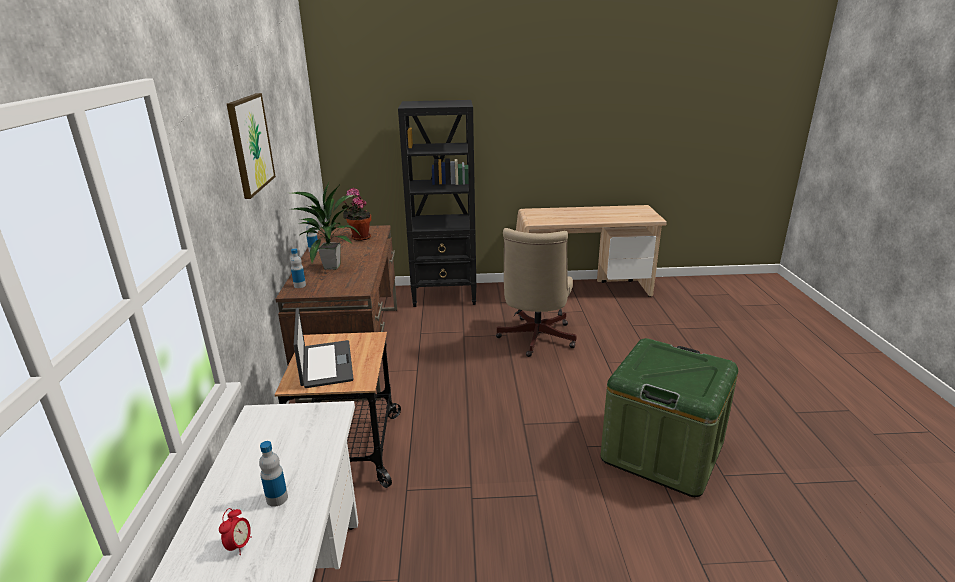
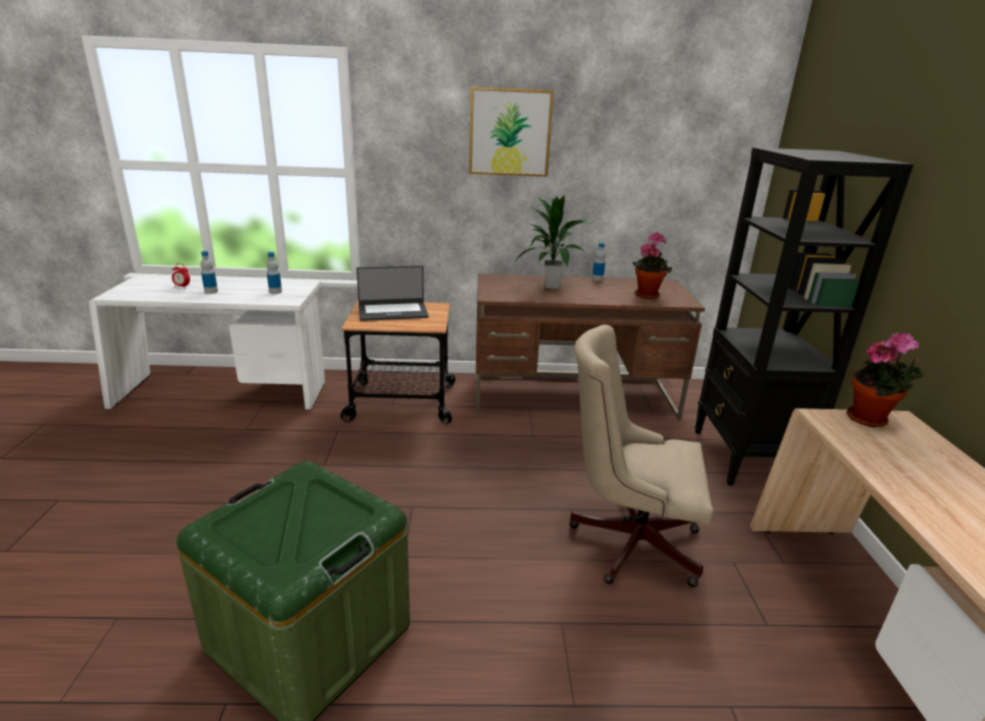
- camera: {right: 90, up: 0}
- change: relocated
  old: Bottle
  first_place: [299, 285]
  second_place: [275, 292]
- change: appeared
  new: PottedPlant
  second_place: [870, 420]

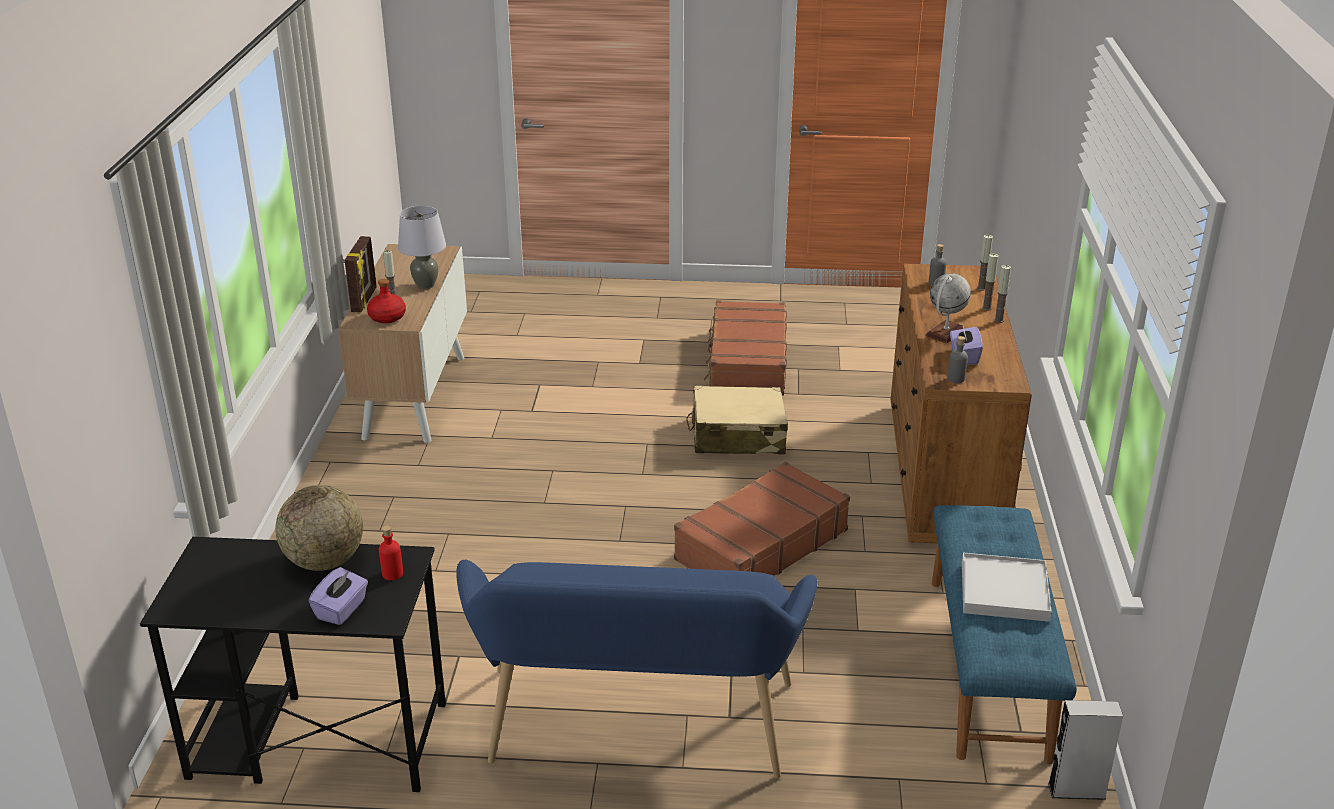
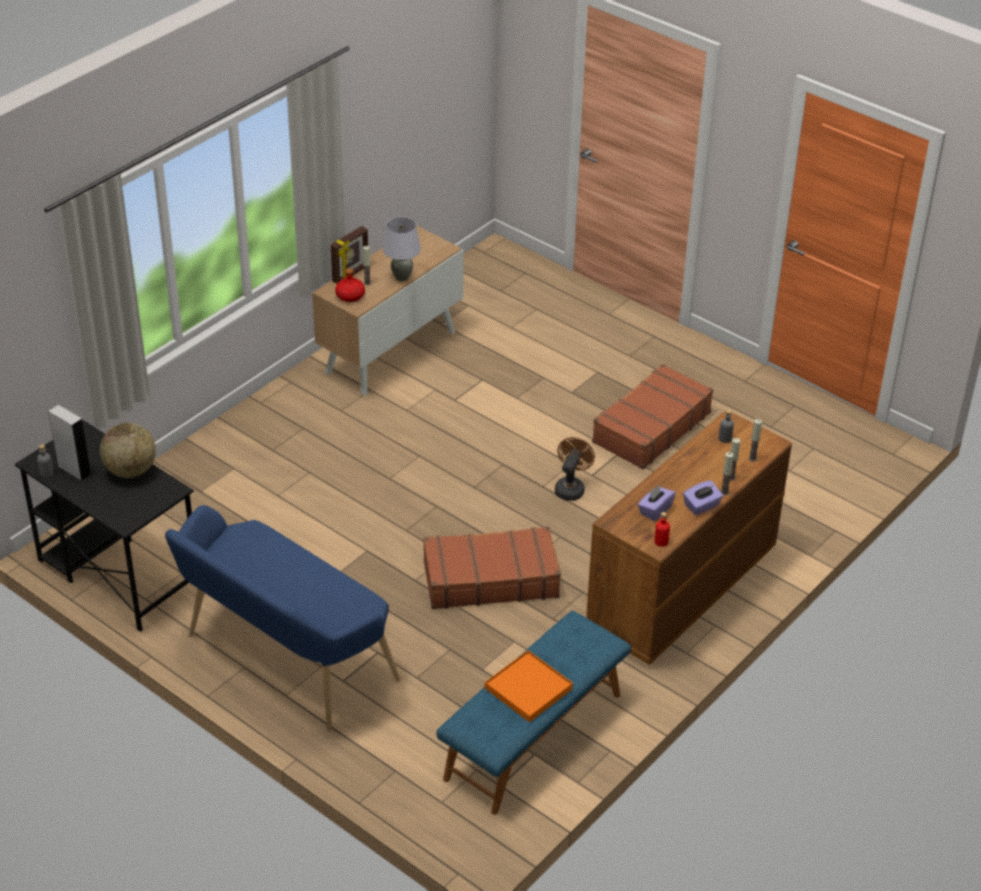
- camera: {right: 35, up: 10}
- change: missing
  old: Globe
  first_place: [945, 333]
- change: relocated
  old: GreyBottle
  first_place: [956, 379]
  second_place: [46, 473]
- change: exchanged
  old: BeigeSuitcase
  new: BrownFan
  first_place: [737, 436]
  second_place: [571, 487]
- change: relocated
  old: RedBottle
  first_place: [392, 574]
  second_place: [661, 541]
- change: colour
  old: WhiteTray
  new: OrangeTray
  first_place: [1004, 591]
  second_place: [528, 689]
- change: relocated
  old: PurpleTissueBox
  first_place: [341, 610]
  second_place: [701, 506]
- change: relocated
  old: GreySpeaker
  first_place: [1076, 790]
  second_place: [74, 470]

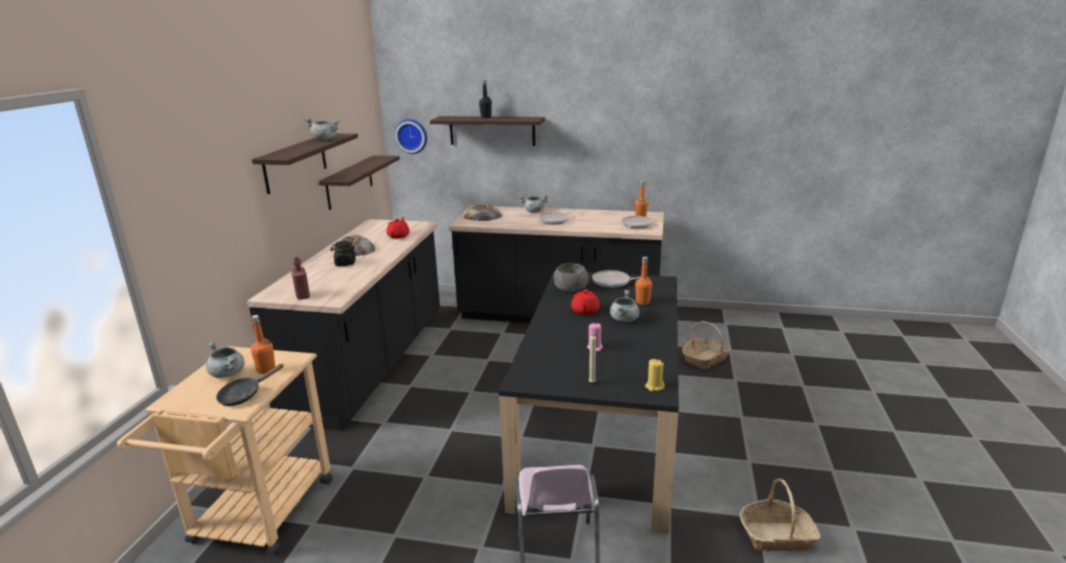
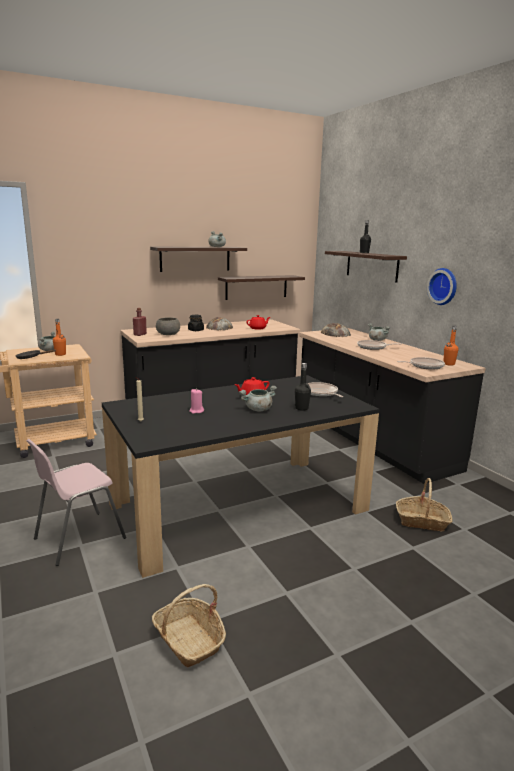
- camera: {right: 50, up: -5}
- change: relocated
  old: WallClock
  first_place: [412, 136]
  second_place: [444, 286]
- change: colour
  old: OrangeBottle
  new: BlackBottle
  first_place: [642, 302]
  second_place: [301, 408]
- change: relocated
  old: GreyBowl
  first_place: [570, 289]
  second_place: [168, 334]
- change: missing
  old: YellowCandle
  first_place: [654, 386]

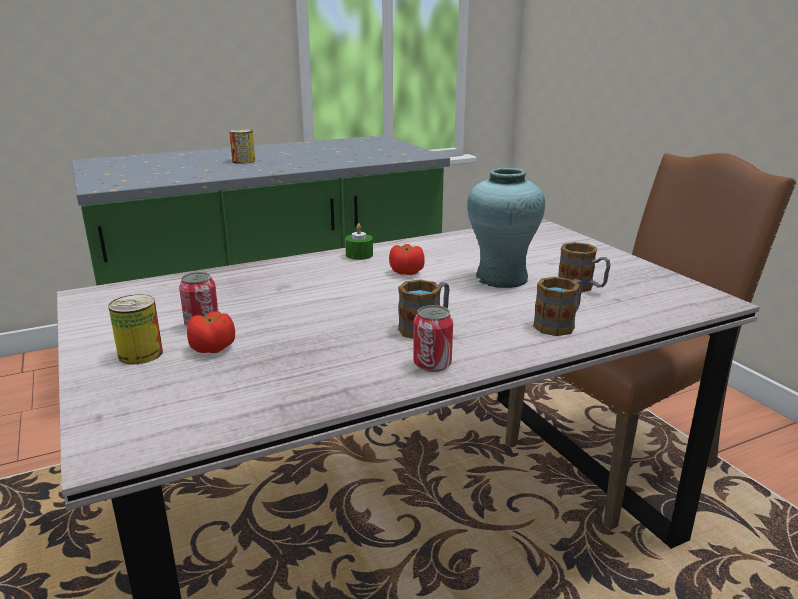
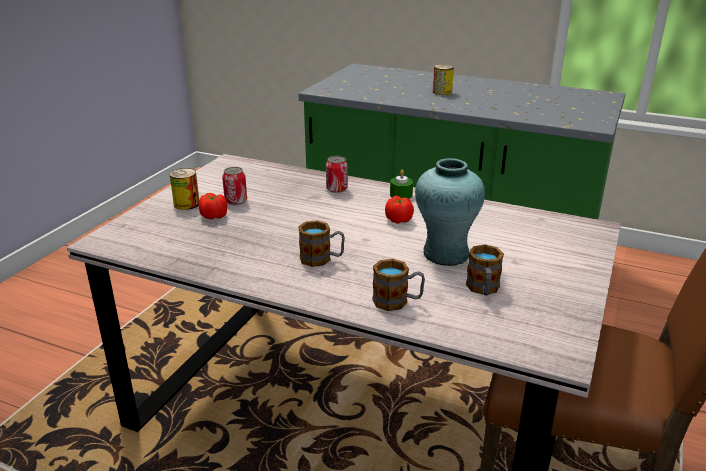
- camera: {right: 50, up: 5}
- change: relocated
  old: Can
  first_place: [432, 364]
  second_place: [337, 189]

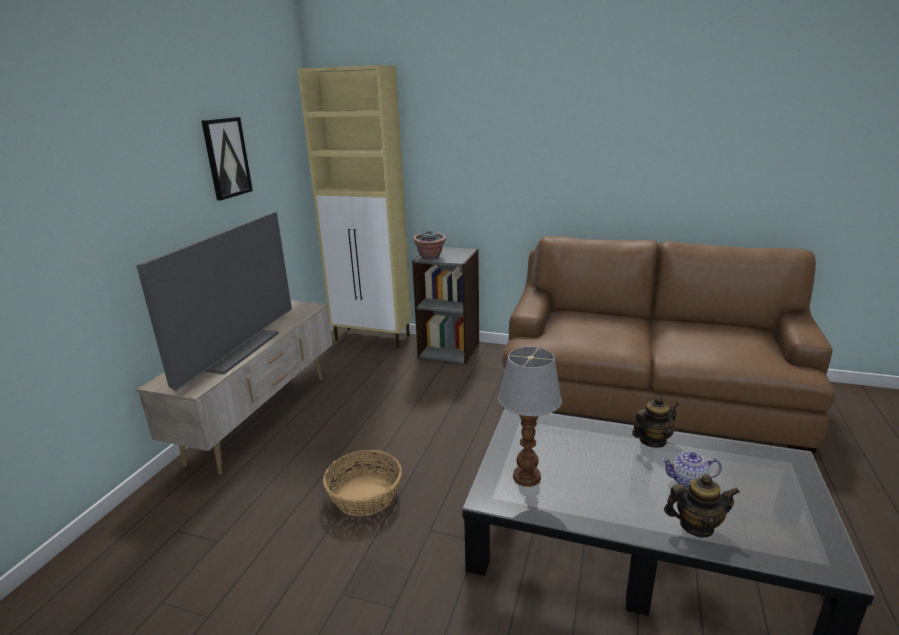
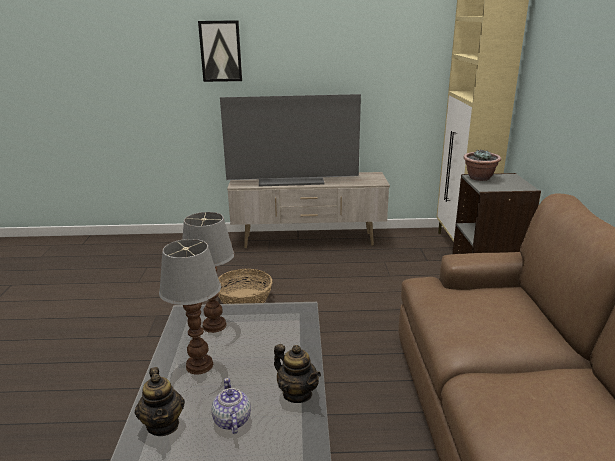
- camera: {right: 70, up: 0}
- change: relocated
  old: Picture
  first_place: [226, 158]
  second_place: [220, 51]
- change: appeared
  new: TableLamp
  second_place: [199, 366]

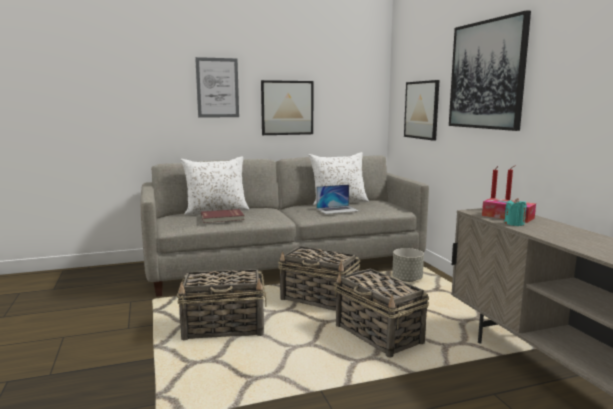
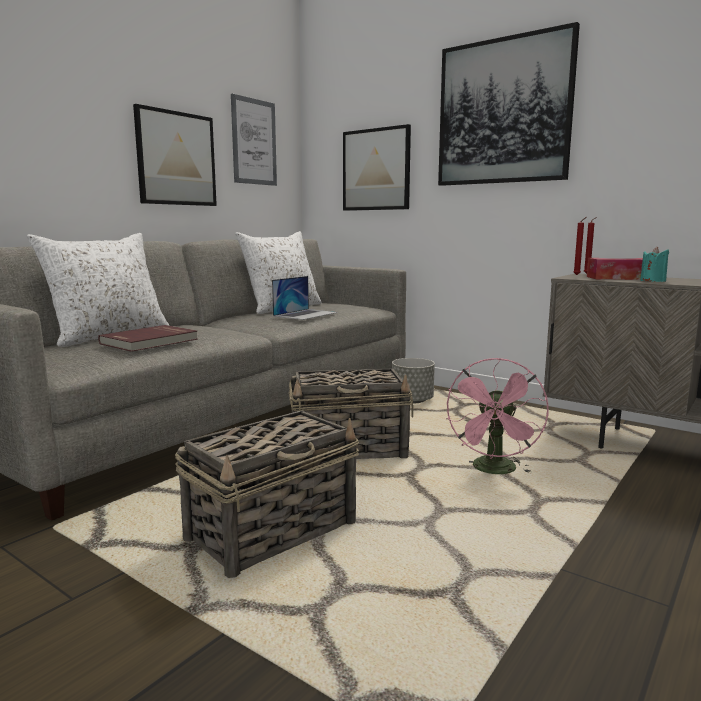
- camera: {right: -35, up: 0}
- change: relocated
  old: Picture
  first_place: [217, 88]
  second_place: [254, 142]
- change: exchanged
  old: Basket
  new: PinkFan
  first_place: [379, 335]
  second_place: [495, 471]

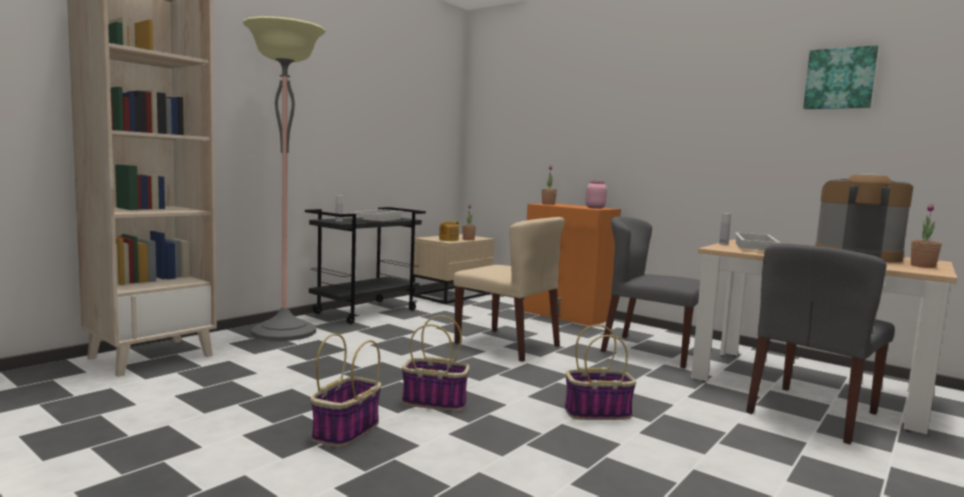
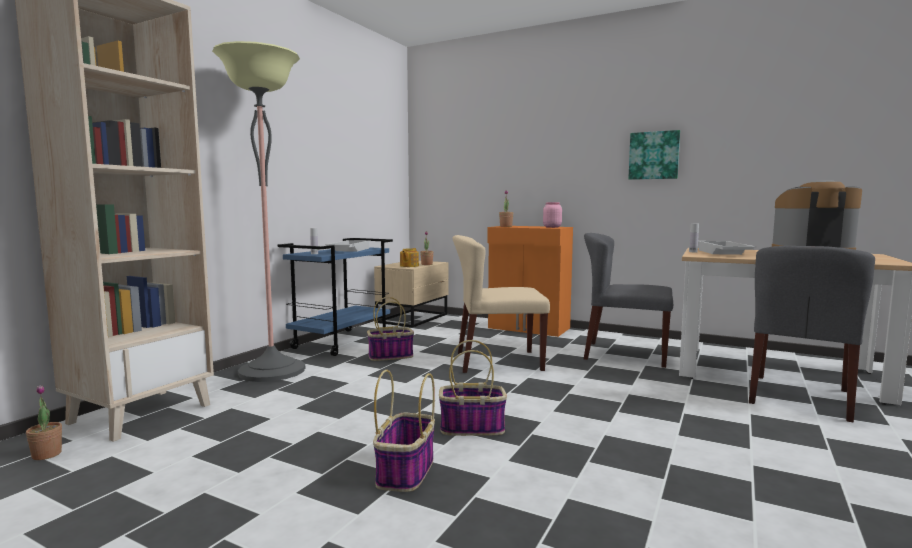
- camera: {right: -10, up: 0}
- change: relocated
  old: Picture
  first_place: [840, 78]
  second_place: [654, 155]
- change: relocated
  old: PottedPlant
  first_place: [923, 266]
  second_place: [47, 455]
- change: colour
  old: BlackCart
  new: BlueCart
  first_place: [366, 311]
  second_place: [342, 342]
- change: spun
  old: BeigeChair
  first_place: [508, 344]
  second_place: [498, 361]
  degrees: 150
- change: relocated
  old: Basket
  first_place: [598, 412]
  second_place: [391, 356]

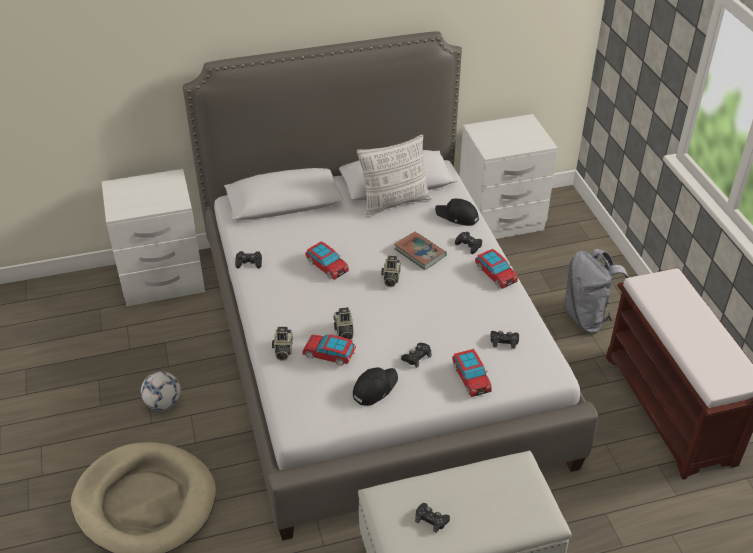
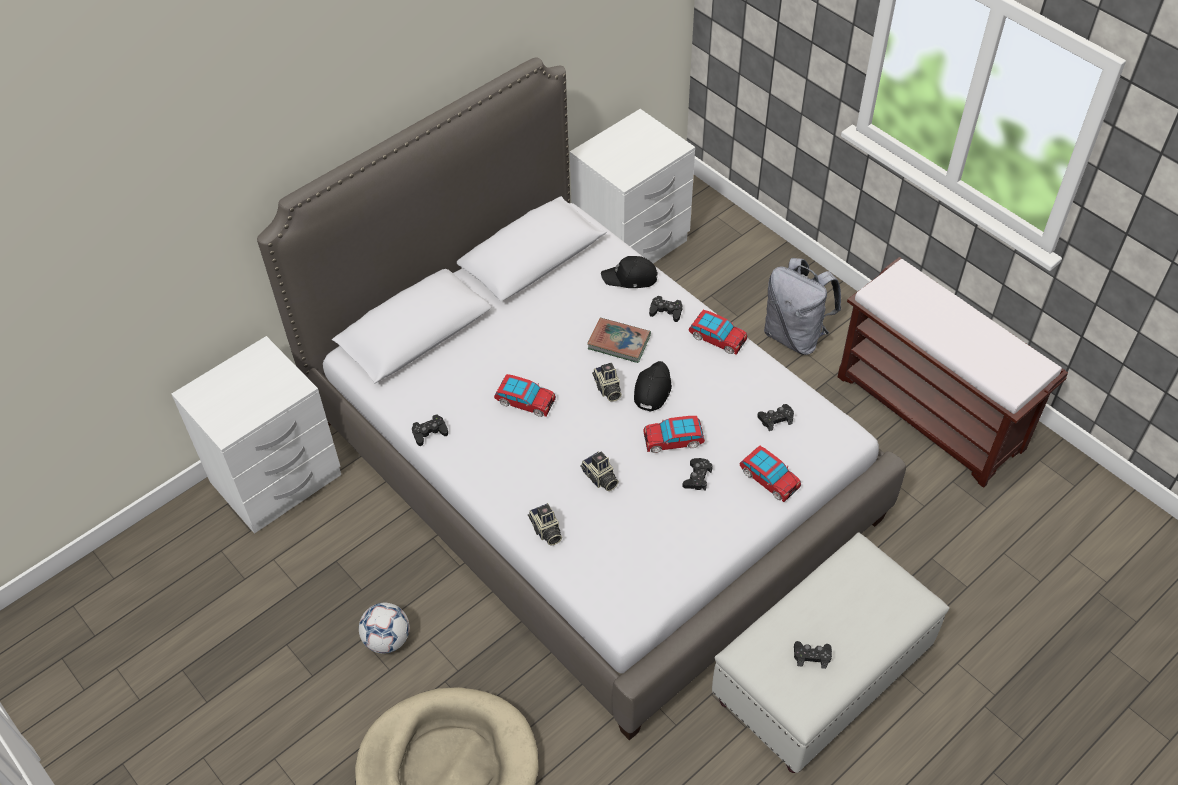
- camera: {right: -25, up: 10}
- change: missing
  old: Pillow
  first_place: [394, 203]
- change: relocated
  old: ToyCar
  first_place: [329, 354]
  second_place: [673, 440]
- change: relocated
  old: BlackCap
  first_place: [374, 388]
  second_place: [652, 389]

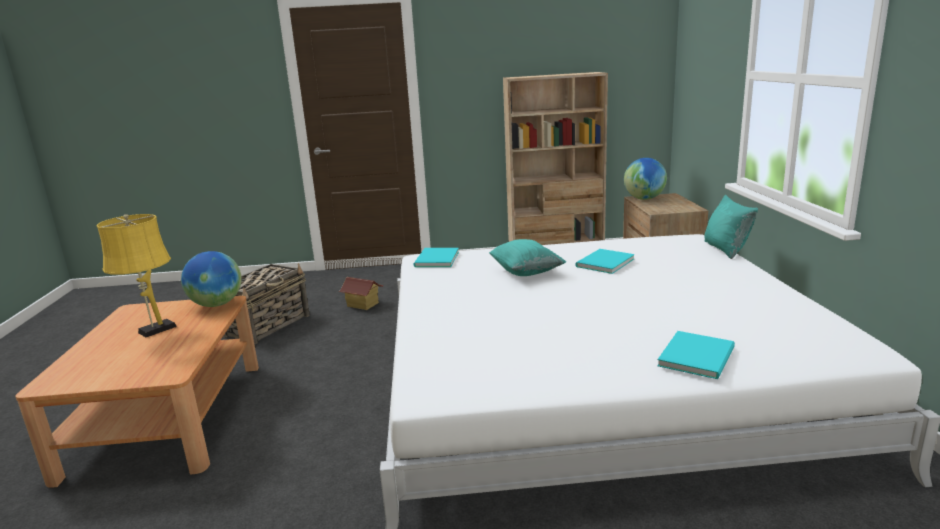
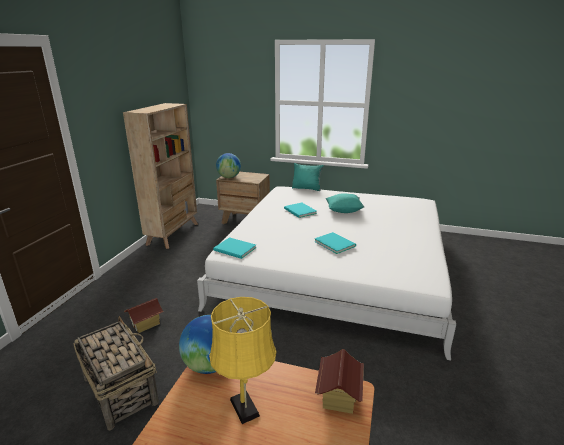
- camera: {right: -70, up: 5}
- change: relocated
  old: TurquoisePillow
  first_place: [526, 272]
  second_place: [344, 211]
- change: relocated
  old: TurquoiseBook
  first_place: [699, 356]
  second_place: [334, 243]
- change: appeared
  new: ToyHouse
  second_place: [338, 396]

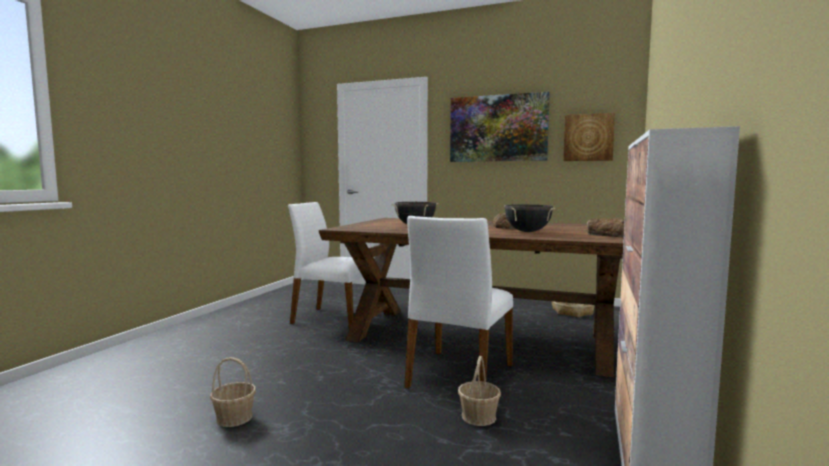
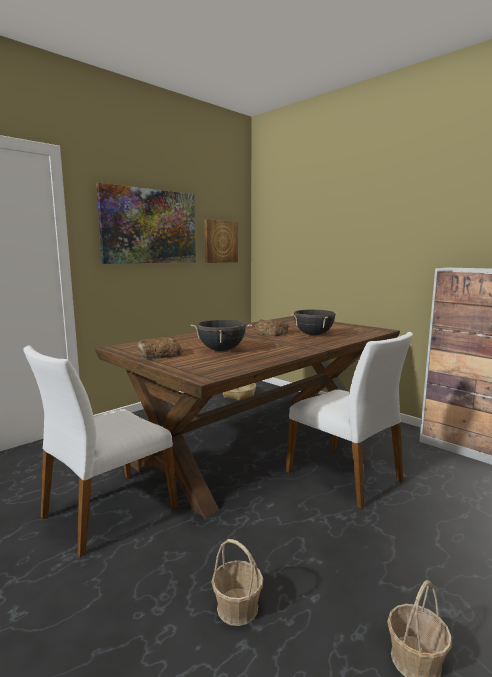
- camera: {right: -65, up: 5}
- change: relocated
  old: Bread
  first_place: [608, 234]
  second_place: [158, 354]
- change: relocated
  old: Basket
  first_place: [479, 416]
  second_place: [237, 607]

